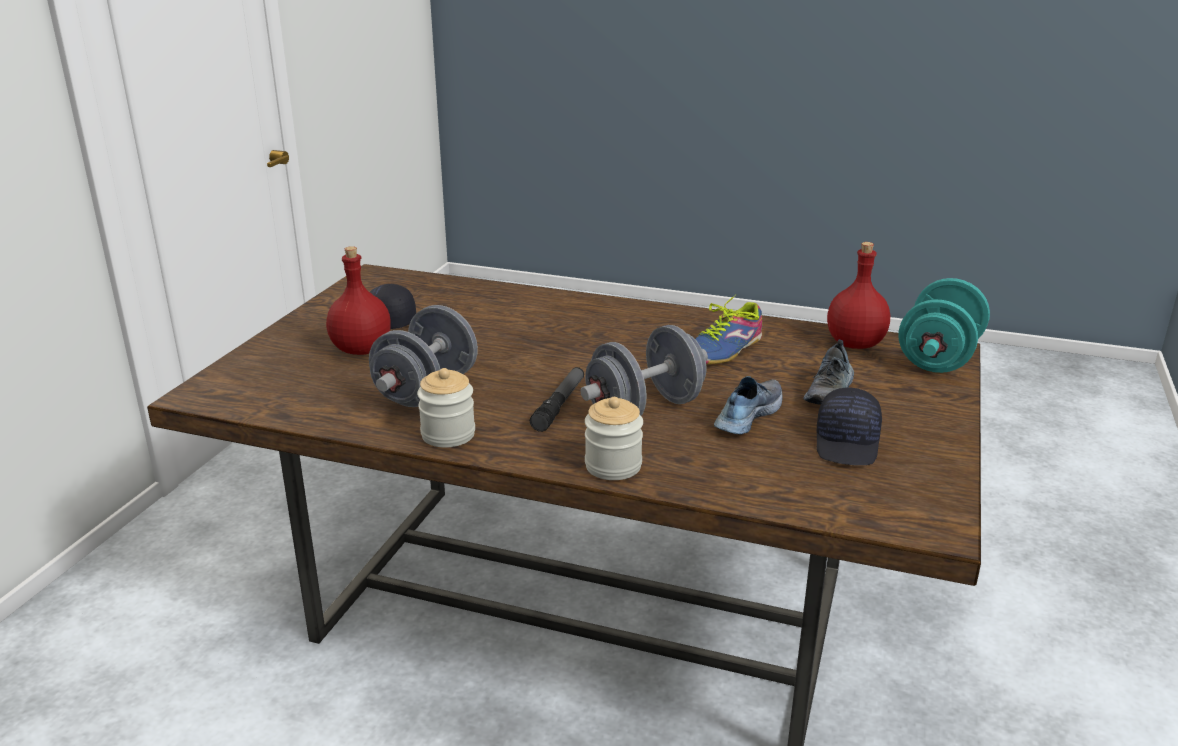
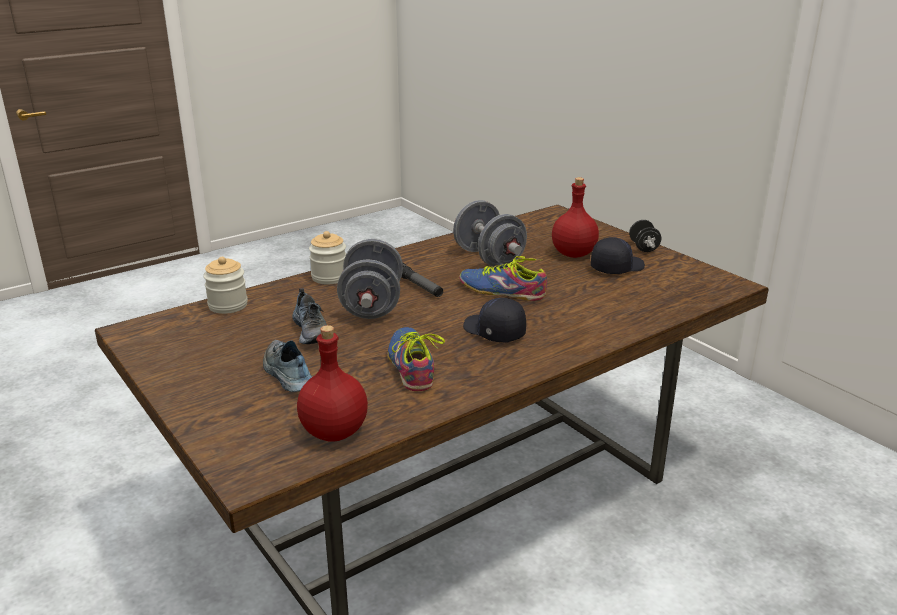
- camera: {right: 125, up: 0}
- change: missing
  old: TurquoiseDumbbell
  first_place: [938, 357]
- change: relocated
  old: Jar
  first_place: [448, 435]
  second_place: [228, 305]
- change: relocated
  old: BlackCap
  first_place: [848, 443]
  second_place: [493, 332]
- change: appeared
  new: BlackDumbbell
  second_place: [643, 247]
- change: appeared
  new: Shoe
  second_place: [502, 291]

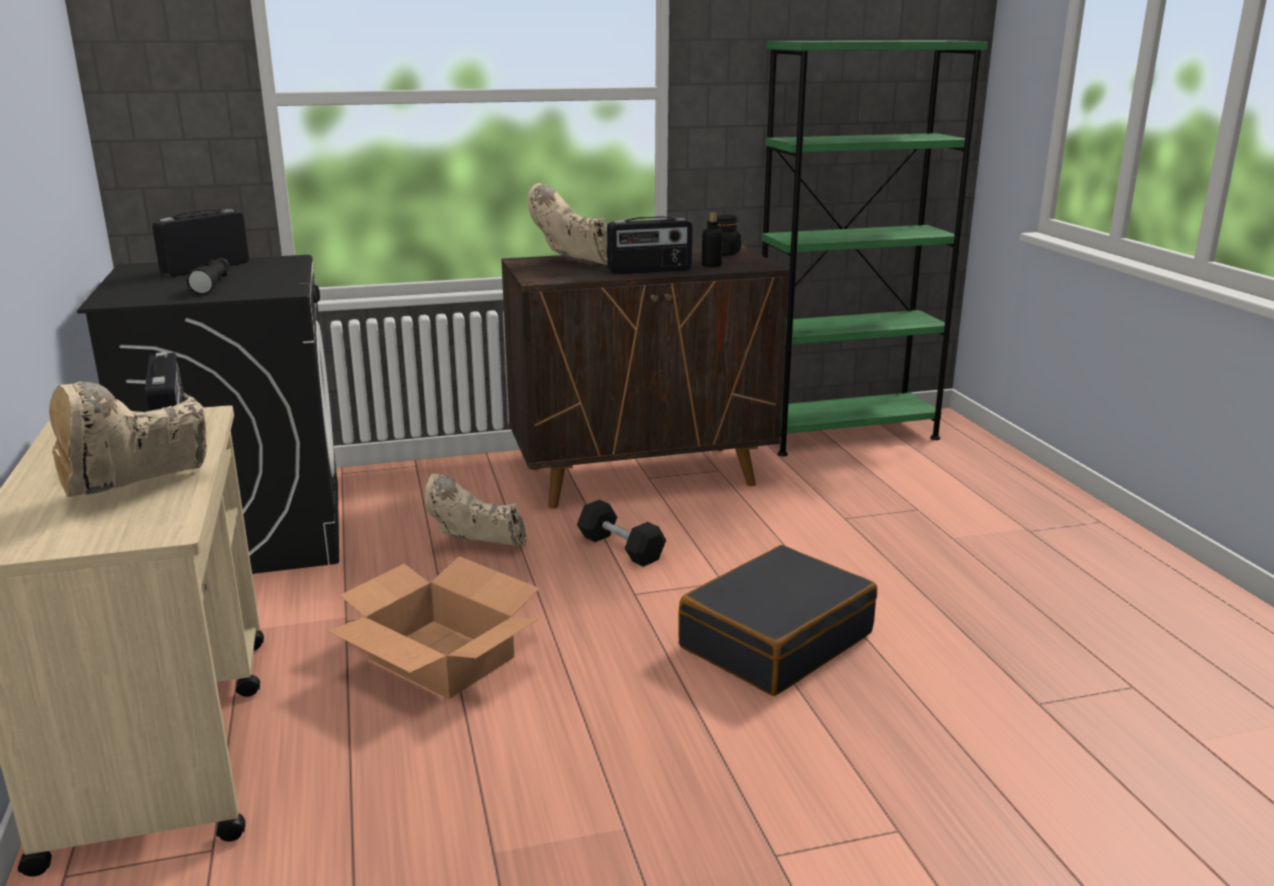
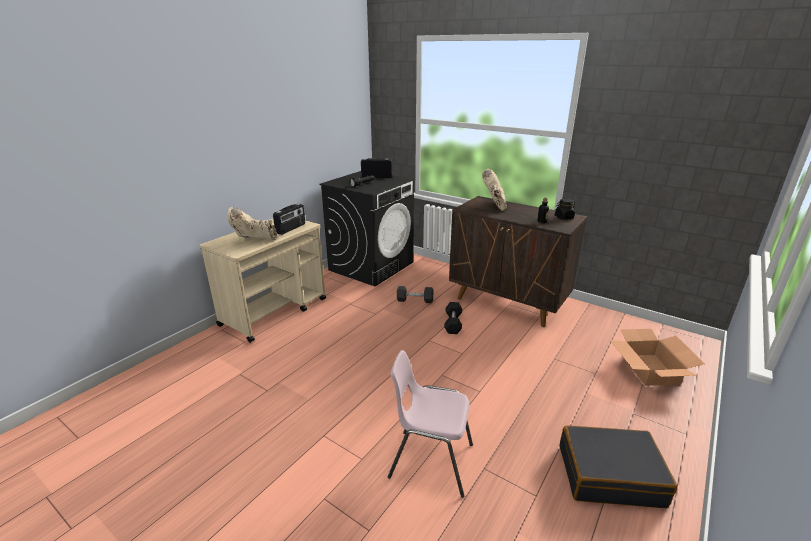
- camera: {right: 50, up: 5}
- change: missing
  old: GreenBookcase
  first_place: [845, 434]
- change: missing
  old: Radio
  first_place: [649, 271]
- change: exchanged
  old: BeigeBoot
  new: GreyDumbbell
  first_place: [476, 546]
  second_place: [415, 300]
- change: relocated
  old: BlackSuitcase
  first_place: [775, 640]
  second_place: [609, 475]
- change: relocated
  old: CardboardBox
  first_place: [441, 658]
  second_place: [650, 369]
- change: appeared
  new: PinkChair
  second_place: [430, 460]

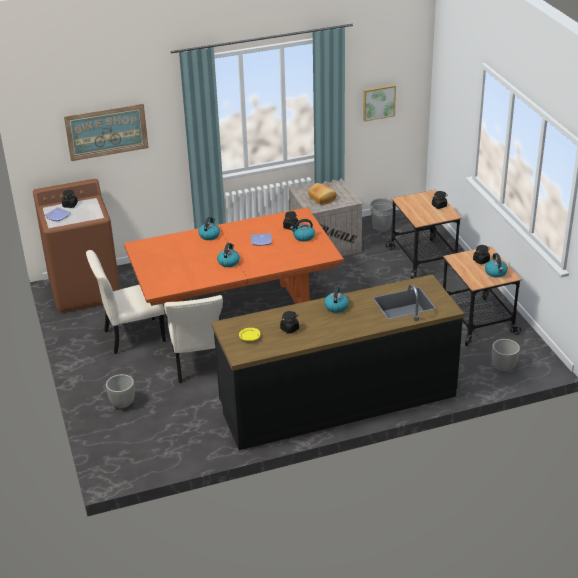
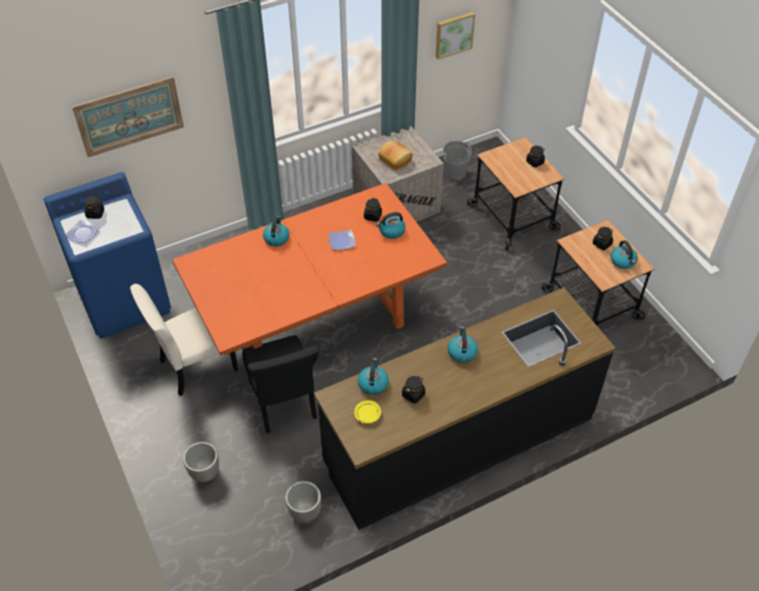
- camera: {right: -10, up: 15}
- change: colour
  old: BrownWashingMachine
  new: BlueWashingMachine
  first_place: [85, 290]
  second_place: [125, 300]
- change: relocated
  old: Kettle
  first_place: [228, 262]
  second_place: [373, 383]
- change: colour
  old: BeigeChair
  new: BlackChair
  first_place: [197, 365]
  second_place: [283, 403]
- change: relocated
  old: Planter
  first_place: [503, 367]
  second_place: [304, 513]

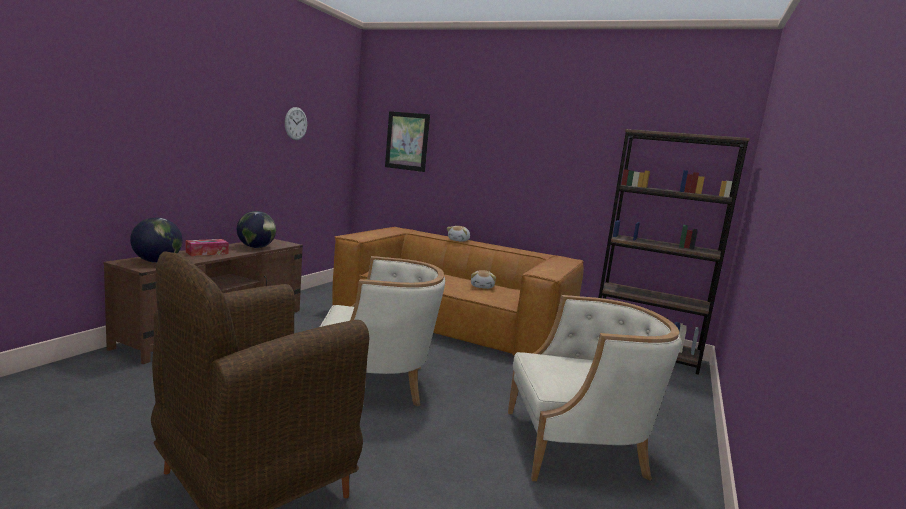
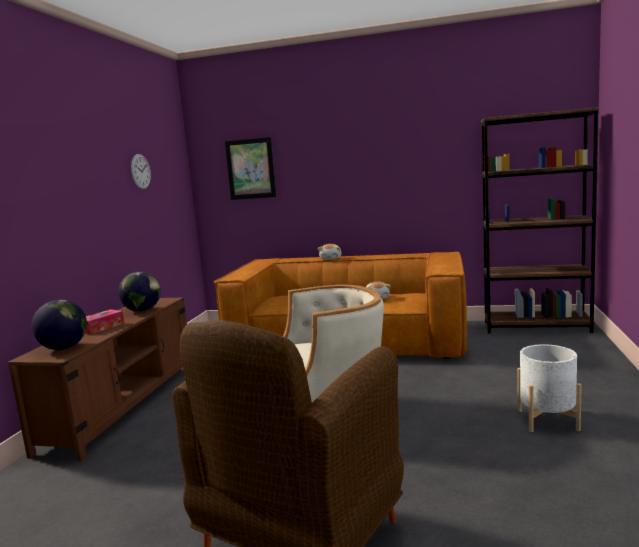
- camera: {right: -10, up: 0}
- change: exchanged
  old: BeigeArmchair
  new: WhitePlanter
  first_place: [577, 446]
  second_place: [547, 420]

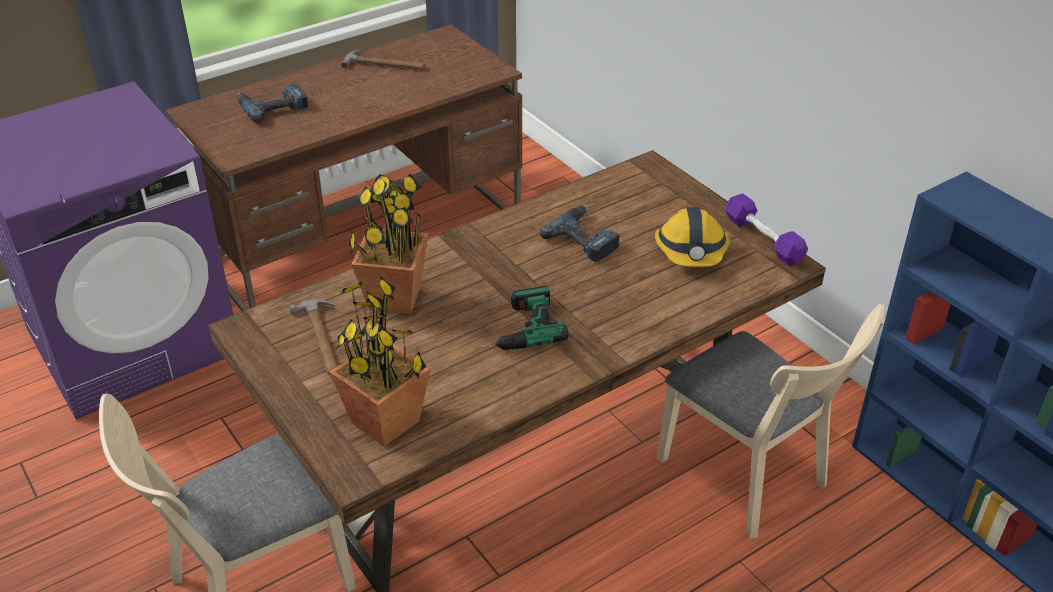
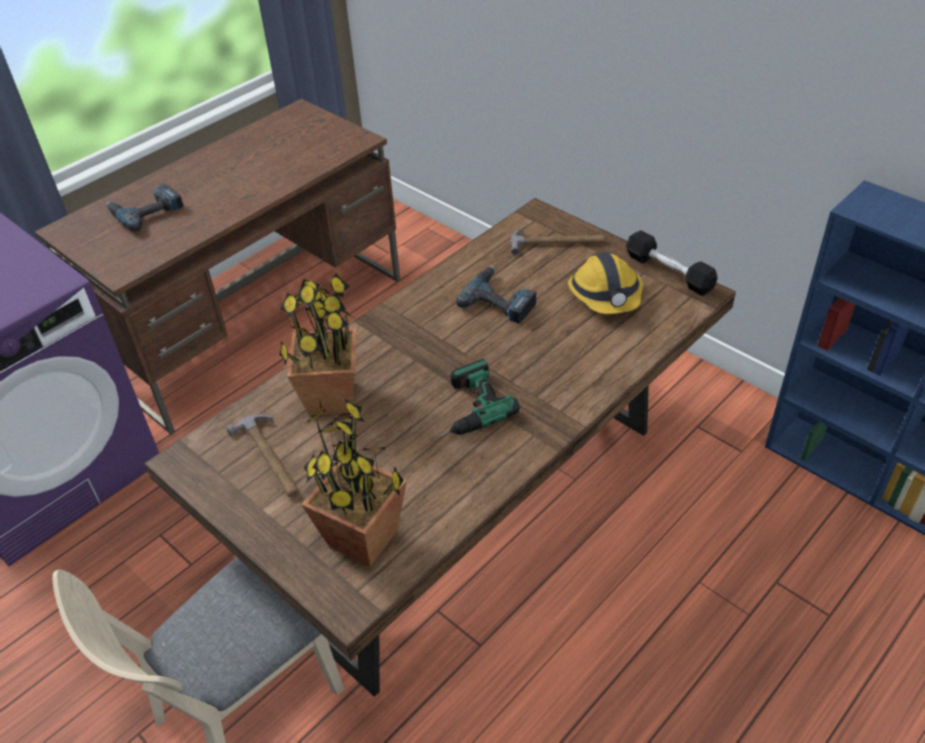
- camera: {right: -10, up: 5}
- change: relocated
  old: Hammer
  first_place: [385, 65]
  second_place: [557, 242]
- change: colour
  old: PurpleDumbbell
  new: BlackDumbbell
  first_place: [763, 239]
  second_place: [669, 272]
- change: missing
  old: BeigeChair
  first_place: [750, 479]

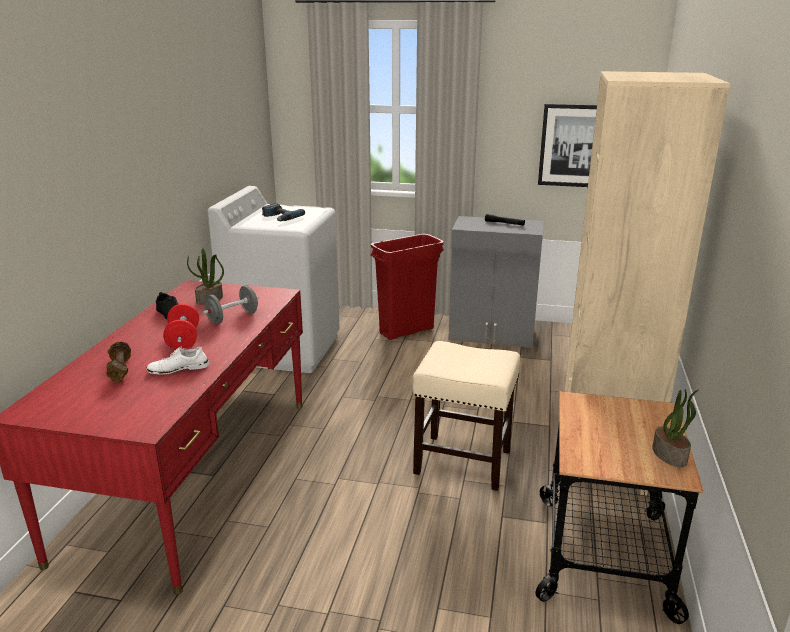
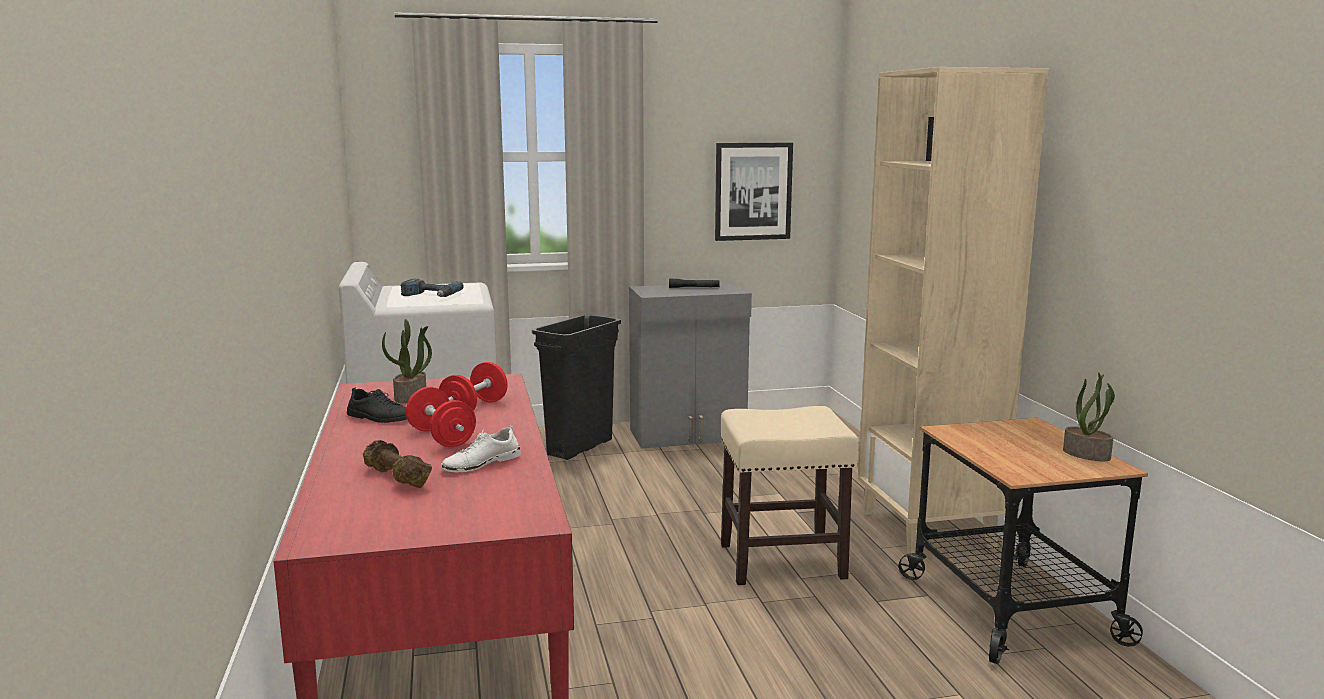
- camera: {right: -25, up: -10}
- change: colour
  old: RedTrashCan
  new: BlackTrashCan
  first_place: [407, 331]
  second_place: [580, 447]
- change: colour
  old: GreyDumbbell
  new: RedDumbbell
  first_place: [232, 318]
  second_place: [474, 409]

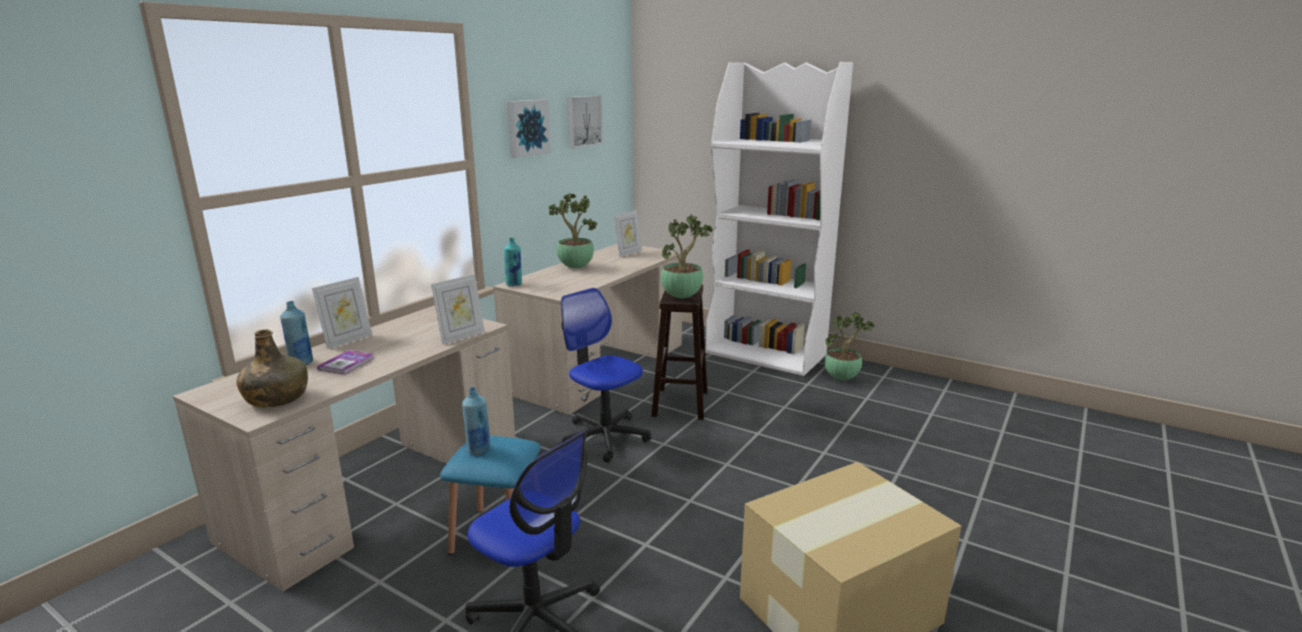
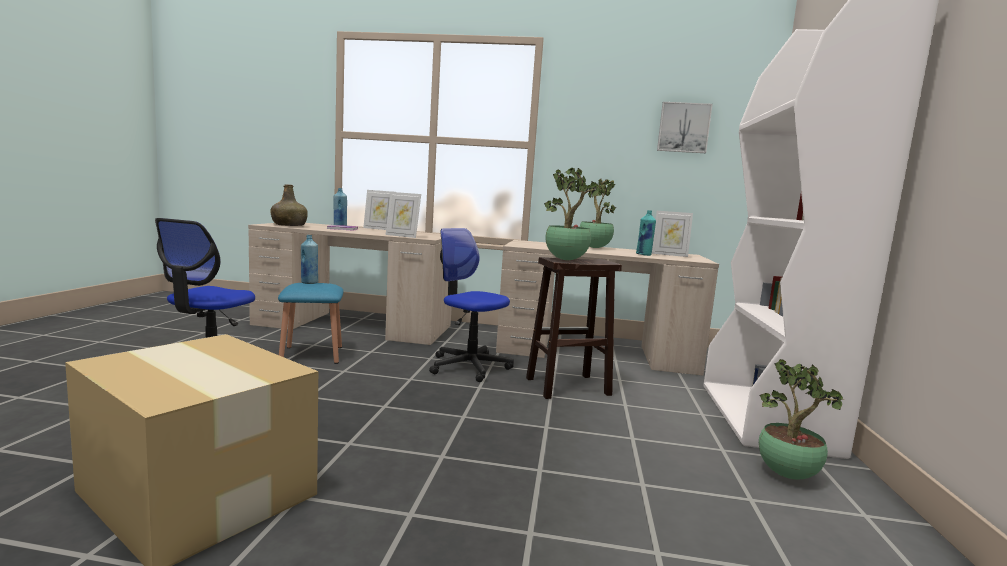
- camera: {right: 65, up: -10}
- change: missing
  old: Picture
  first_place: [527, 128]
- change: relocated
  old: TurquoiseBottle
  first_place: [514, 284]
  second_place: [643, 255]
- change: spun
  old: OfficeChair
  first_place: [604, 437]
  second_place: [469, 366]
  degrees: -75

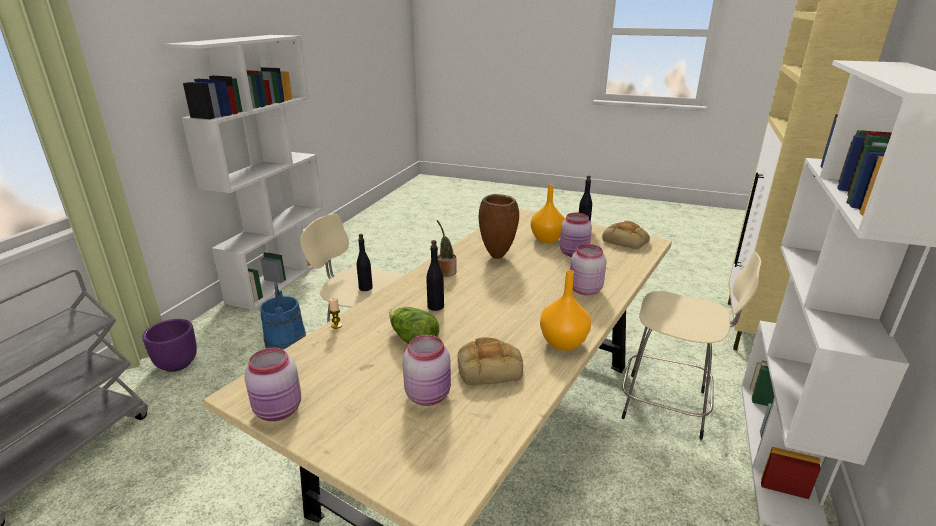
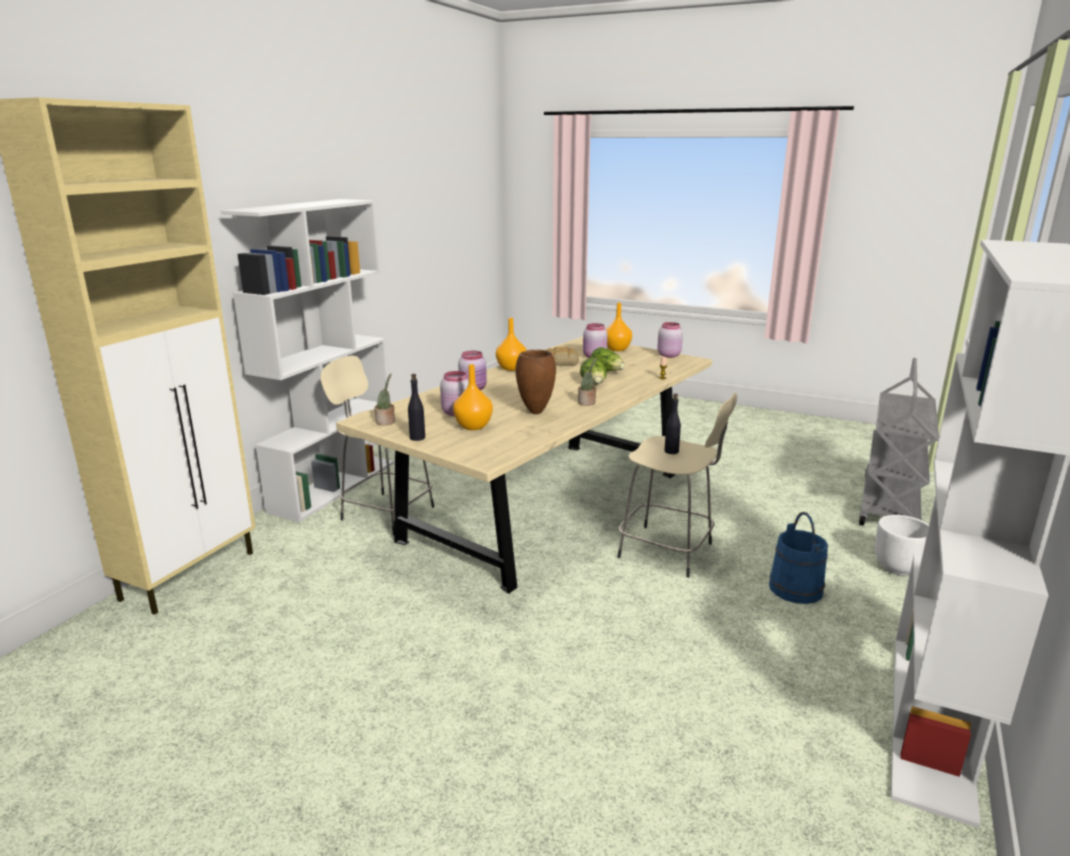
- camera: {right: -175, up: -5}
- change: exchanged
  old: Bread
  new: PottedPlant
  first_place: [626, 240]
  second_place: [386, 422]
- change: exchanged
  old: BlackBottle
  new: Lettuce
  first_place: [435, 306]
  second_place: [594, 384]
- change: colour
  old: PurplePlanter
  new: WhitePlanter
  first_place: [177, 364]
  second_place: [898, 568]
- change: appeared
  new: OrangeVase
  second_place: [616, 349]

